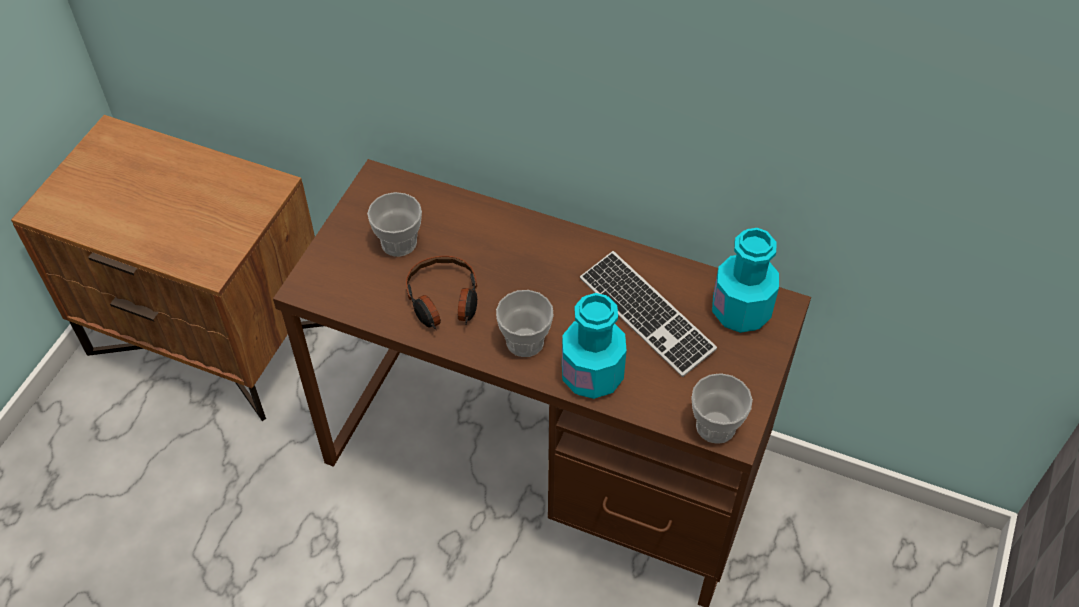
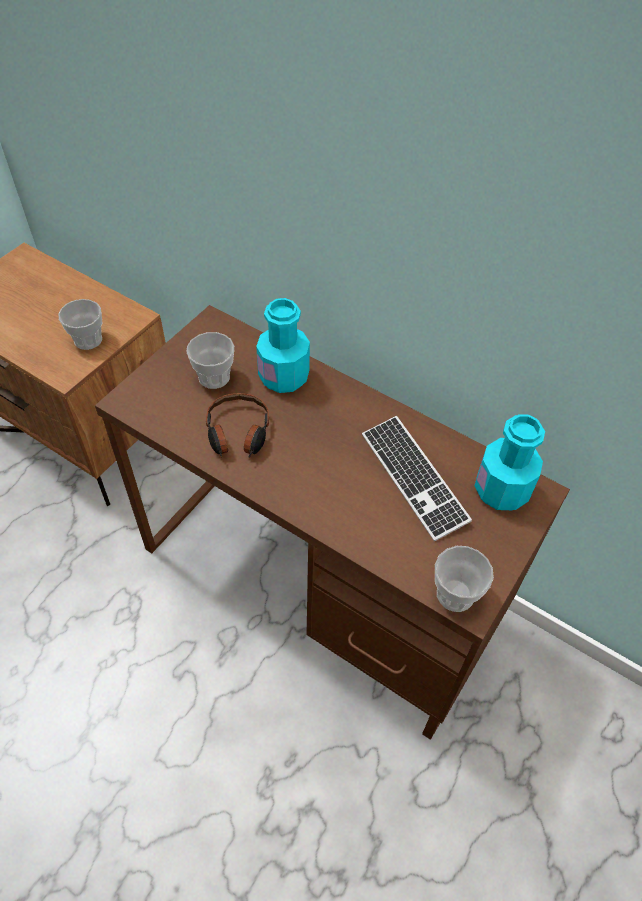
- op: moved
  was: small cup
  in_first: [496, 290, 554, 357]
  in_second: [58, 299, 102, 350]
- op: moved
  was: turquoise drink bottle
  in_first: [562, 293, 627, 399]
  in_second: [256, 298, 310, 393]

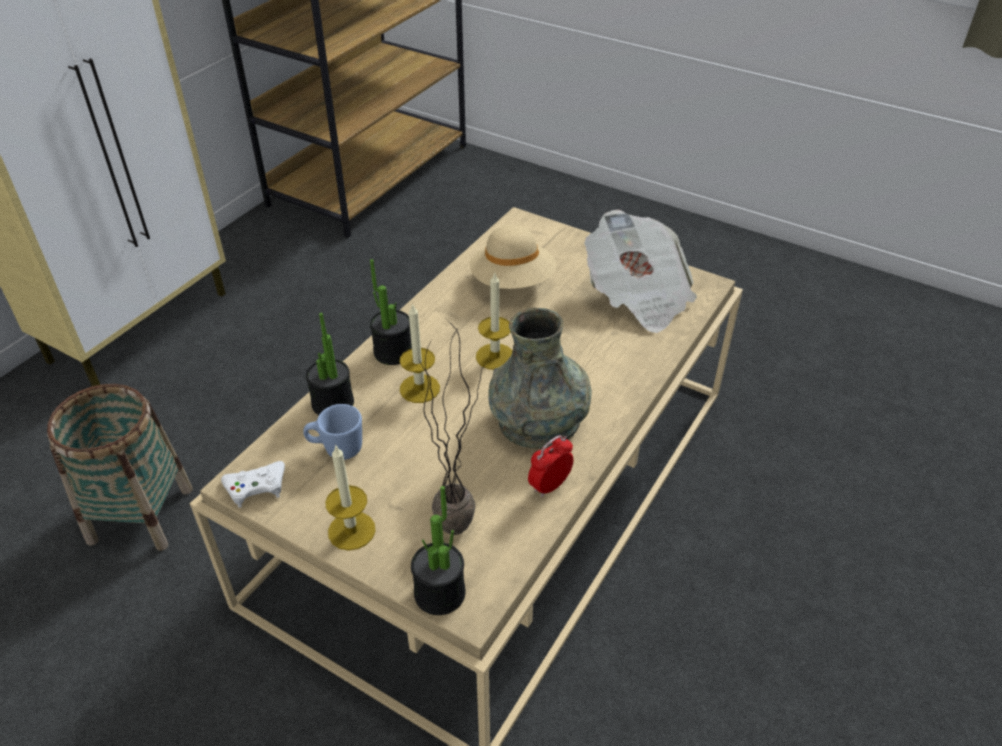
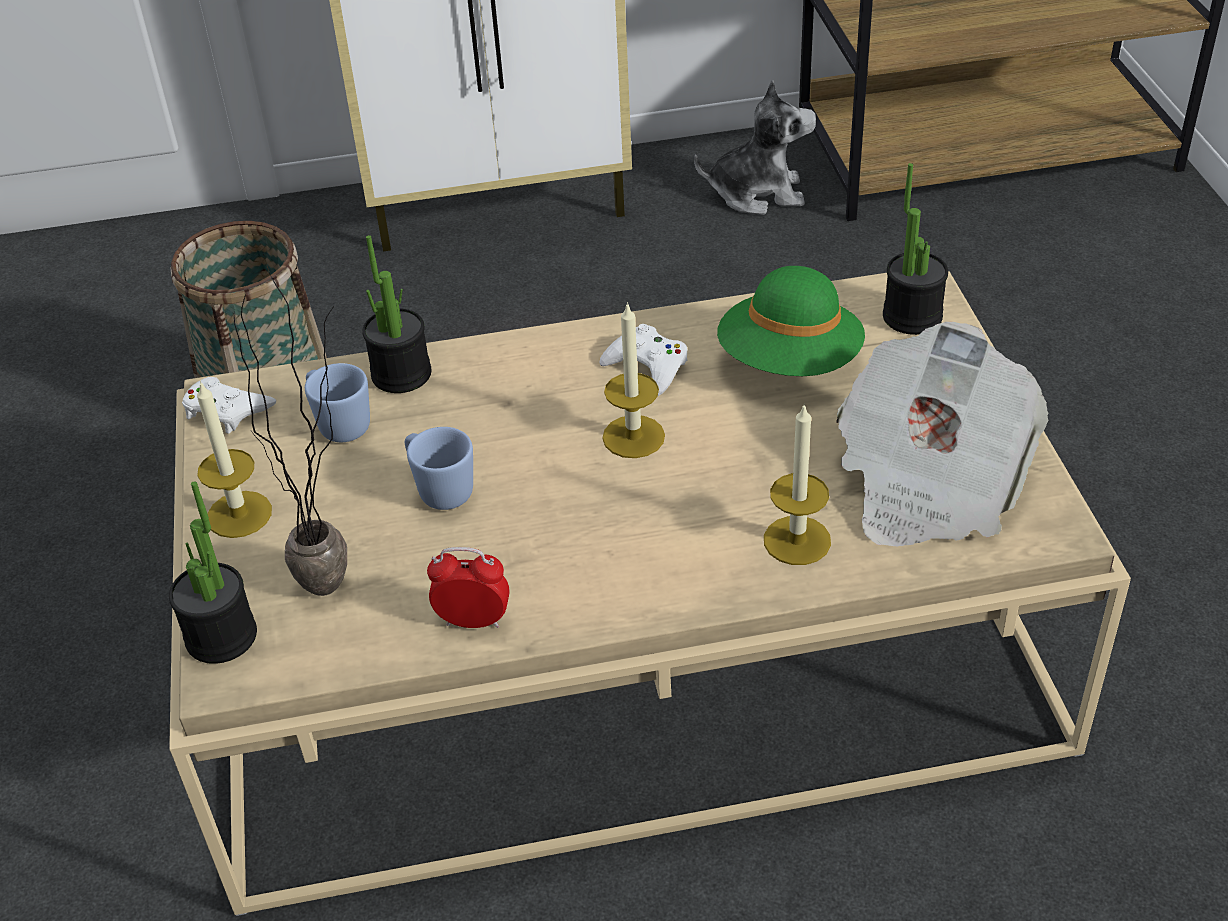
- op: removed
  was: gray flower vase
  in_first: [488, 308, 592, 449]
- op: added
  now: blue-coloured tea mug
  in_second: [405, 427, 473, 510]
- op: added
  now: white game controller
  in_second: [599, 324, 687, 396]
- op: added
  now: plush toy
  in_second: [694, 80, 817, 215]
- op: moved
  was: potted plant
  in_first: [370, 259, 412, 365]
  in_second: [883, 163, 948, 335]
- op: moved
  was: candle
  in_first: [400, 303, 440, 403]
  in_second: [764, 403, 831, 565]
- op: recoloured
  was: beige wearable hat
  now: greenish wearable hat
  in_first: [470, 225, 557, 289]
  in_second: [717, 266, 865, 376]

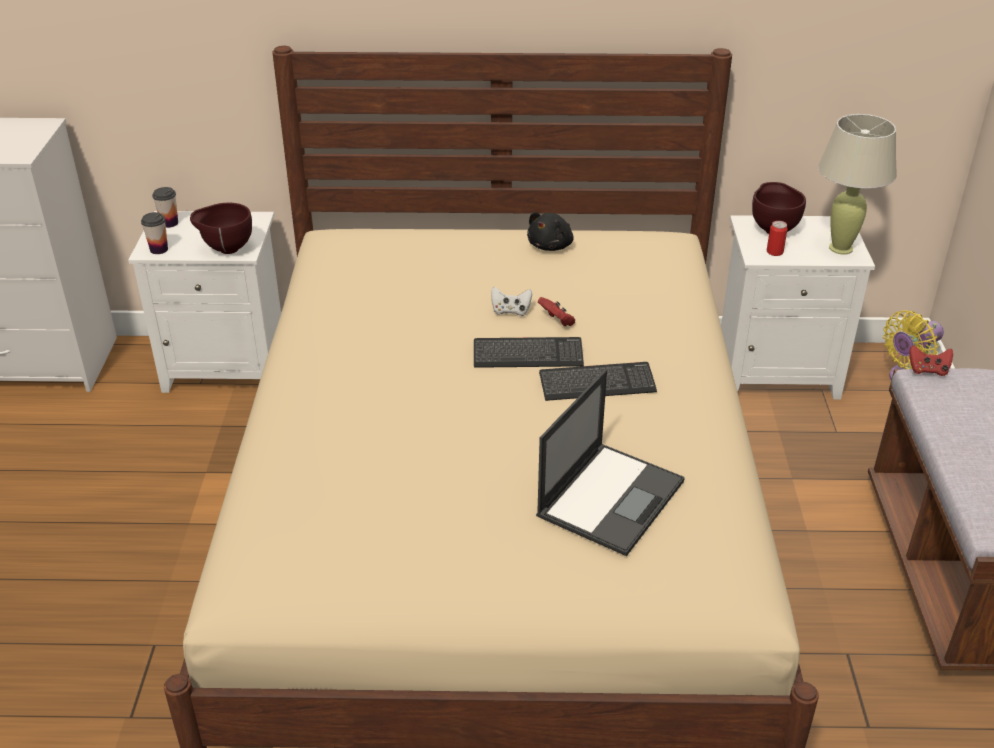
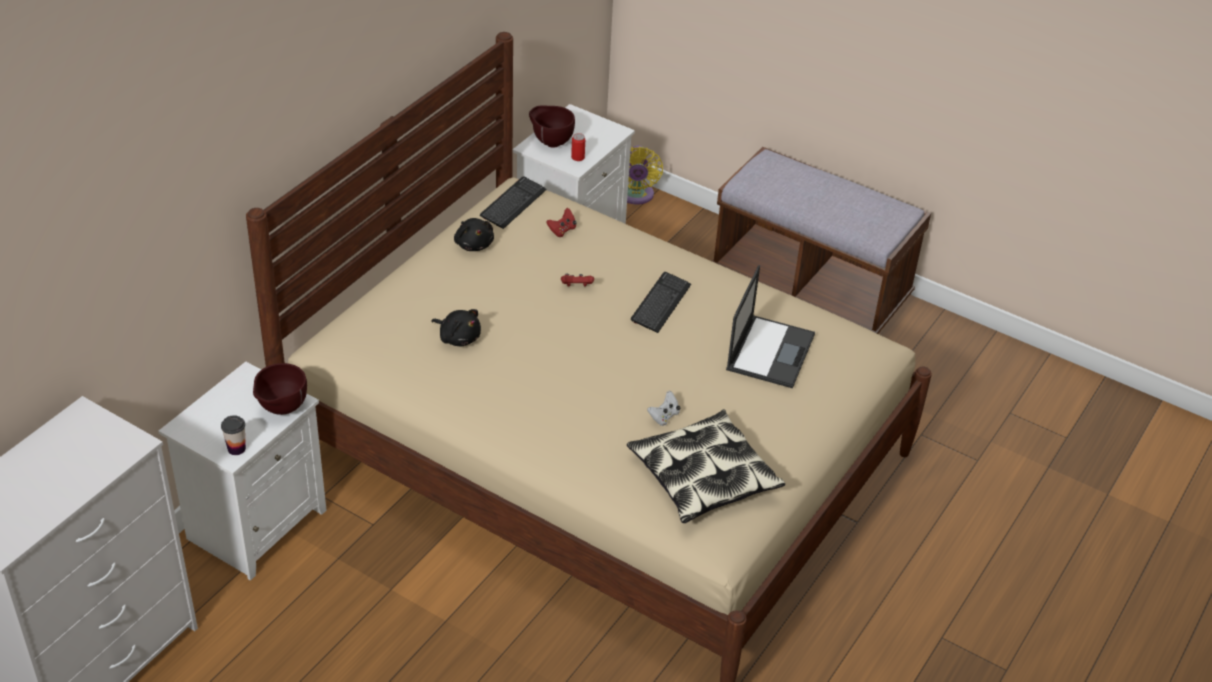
- op: removed
  was: small cup
  in_first: [152, 187, 178, 228]
- op: removed
  was: beige tabletop lamp
  in_first: [818, 114, 897, 254]
- op: added
  now: black-coloured plush toy
  in_second: [431, 309, 481, 347]
- op: added
  now: pillow
  in_second: [627, 409, 785, 523]
- op: moved
  was: computer keyboard
  in_first: [474, 337, 584, 368]
  in_second: [480, 176, 546, 229]
- op: moved
  was: white game controller
  in_first: [491, 287, 532, 316]
  in_second: [647, 391, 680, 426]
- op: moved
  was: reddish game controller
  in_first: [909, 345, 953, 376]
  in_second: [546, 208, 576, 237]
- op: turned
  was: portable computer
  in_first: [536, 370, 685, 556]
  in_second: [726, 265, 815, 388]
  clockwise: 45

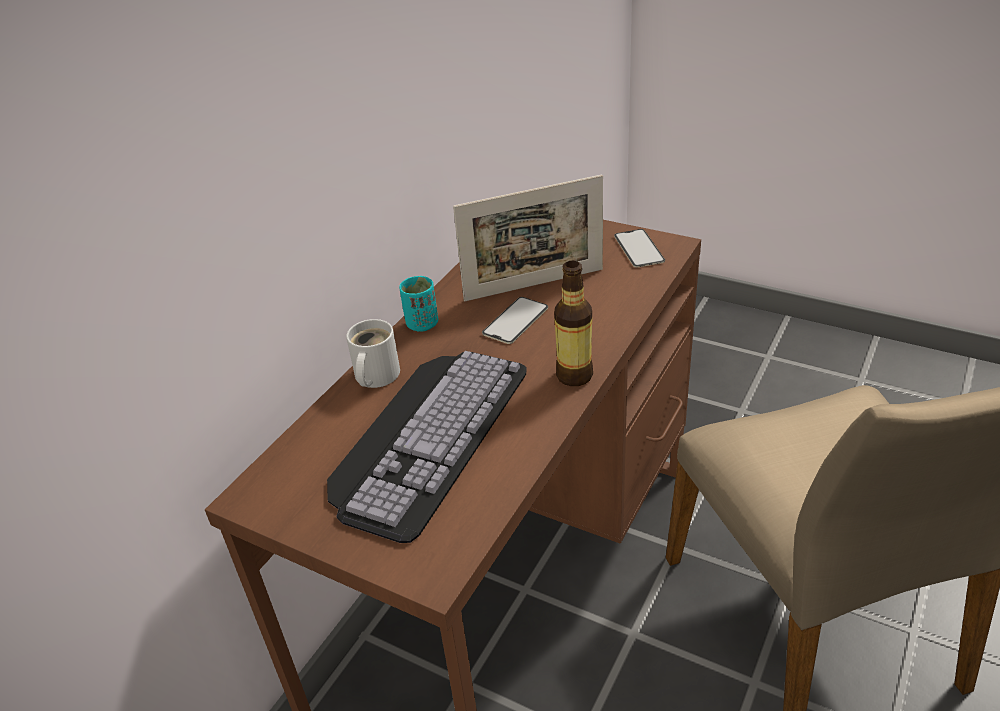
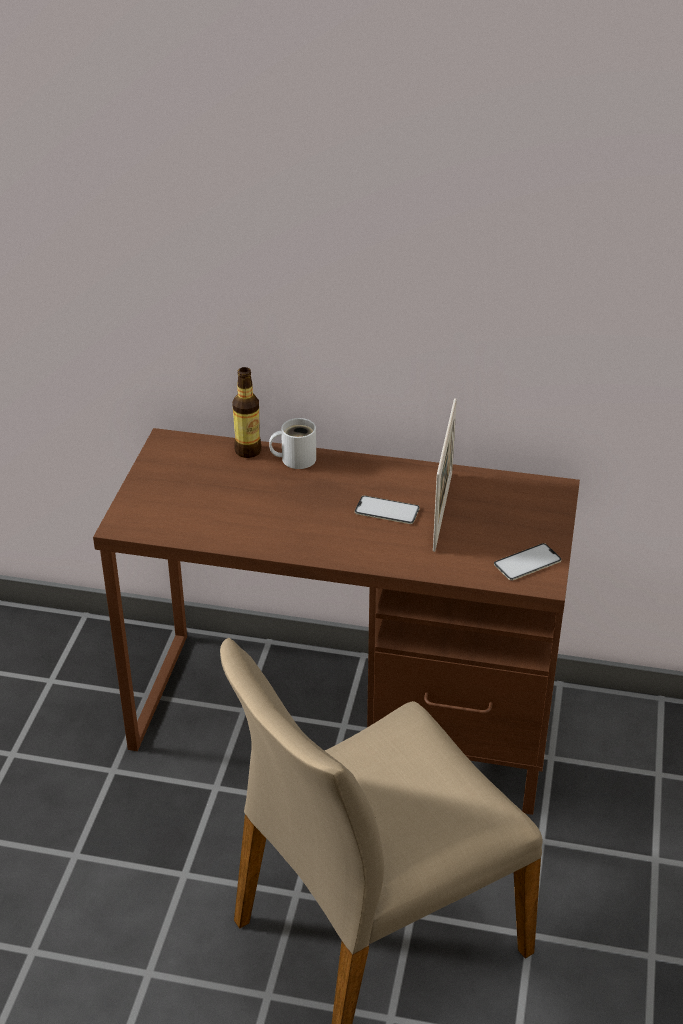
- op: removed
  was: computer keyboard
  in_first: [327, 351, 527, 543]
- op: removed
  was: turquoise small cup
  in_first: [399, 276, 438, 332]
- op: moved
  was: drink bottle
  in_first: [554, 261, 593, 386]
  in_second: [232, 367, 261, 458]
- op: turned
  was: standing frame
  in_first: [453, 174, 603, 301]
  in_second: [433, 398, 457, 552]
  clockwise: -135

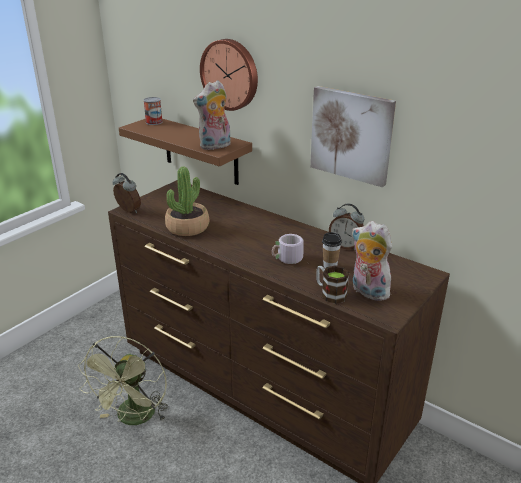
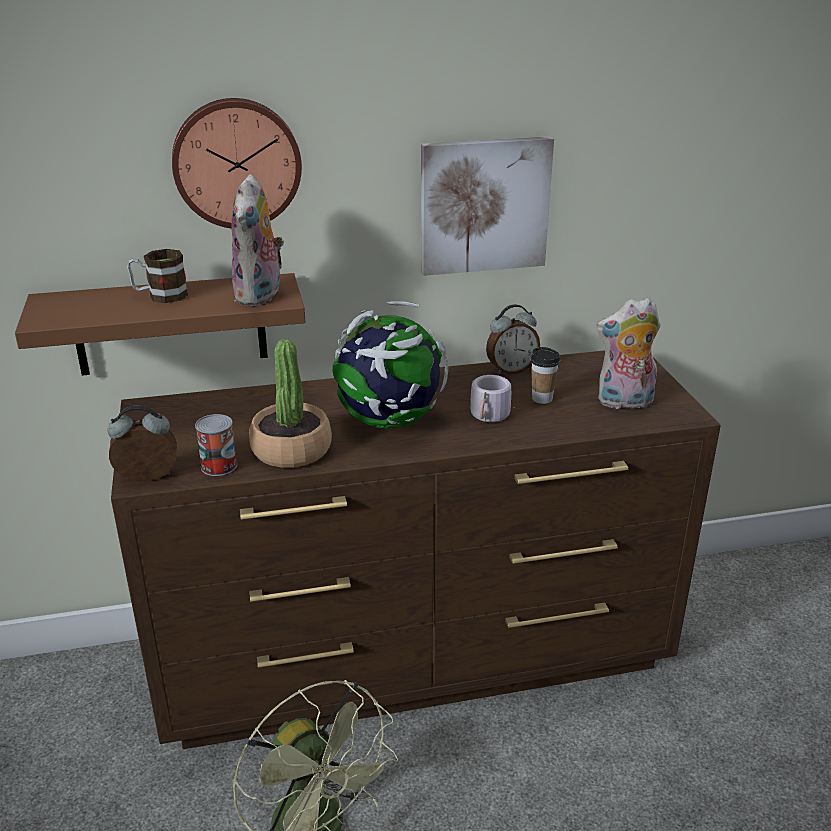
- op: added
  now: desk globe
  in_second: [332, 301, 448, 429]
- op: moved
  was: can
  in_first: [143, 97, 163, 125]
  in_second: [195, 414, 237, 476]
- op: moved
  was: tea mug
  in_first: [316, 265, 349, 304]
  in_second: [127, 249, 188, 303]

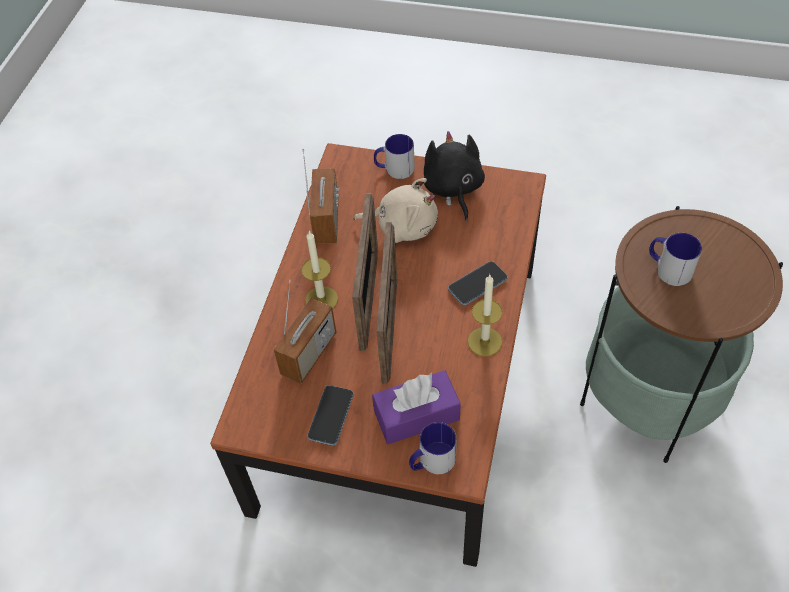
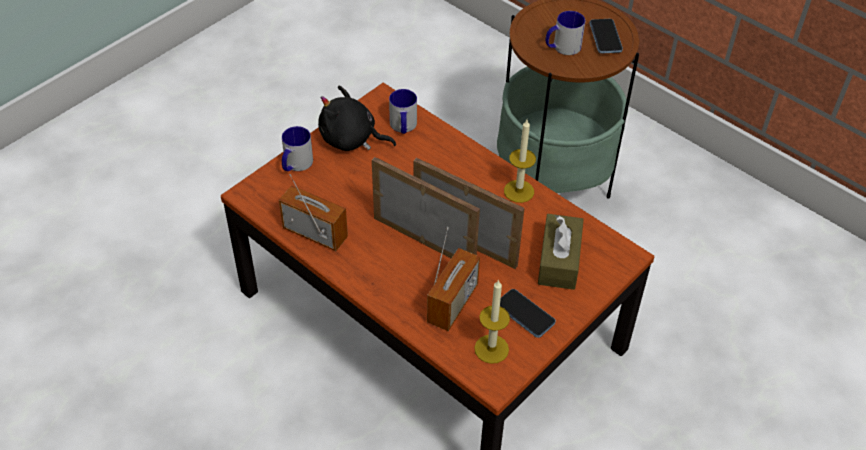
- op: removed
  was: beige plush toy
  in_first: [354, 178, 438, 243]
- op: moved
  was: candle
  in_first: [301, 231, 338, 309]
  in_second: [474, 279, 510, 364]
- op: moved
  was: tea mug
  in_first: [409, 422, 457, 474]
  in_second: [389, 89, 417, 134]
- op: moved
  was: telephone
  in_first: [448, 261, 508, 305]
  in_second: [590, 19, 623, 54]
- op: recoloured
  was: purplish tissue holder
  now: brownish tissue holder
  in_first: [372, 370, 461, 444]
  in_second: [538, 214, 584, 290]
- op: turned
  was: radio set
  in_first: [274, 280, 336, 384]
  in_second: [427, 227, 480, 331]
  clockwise: 60

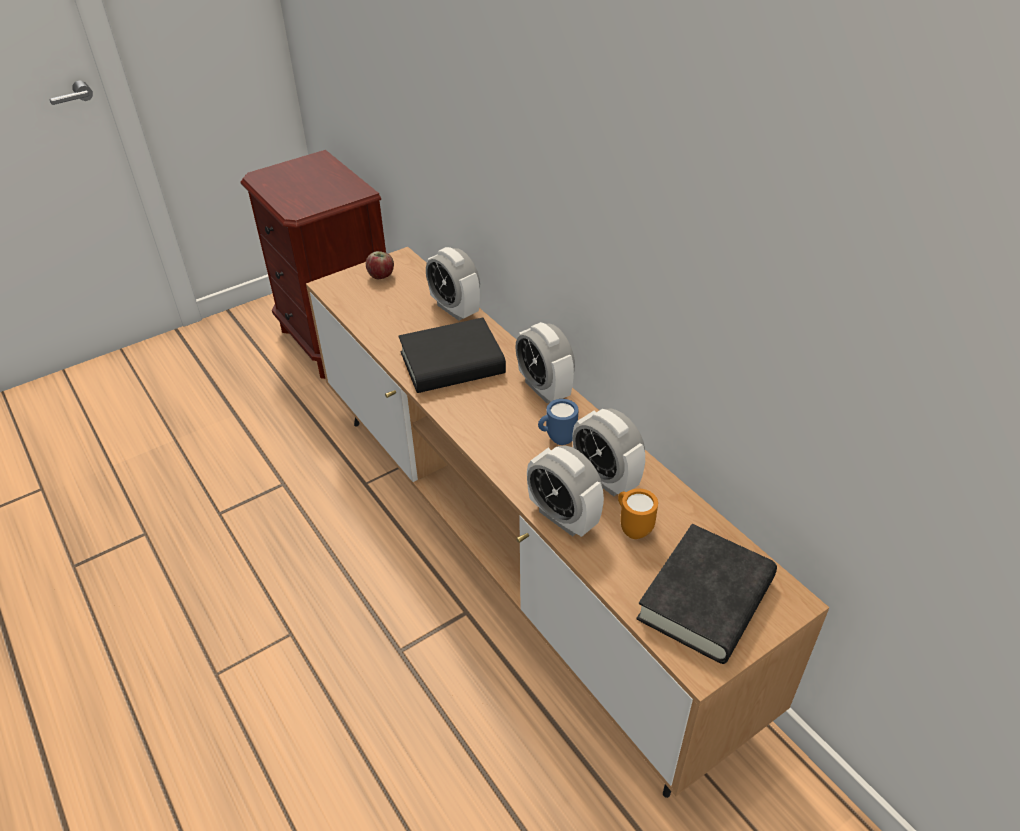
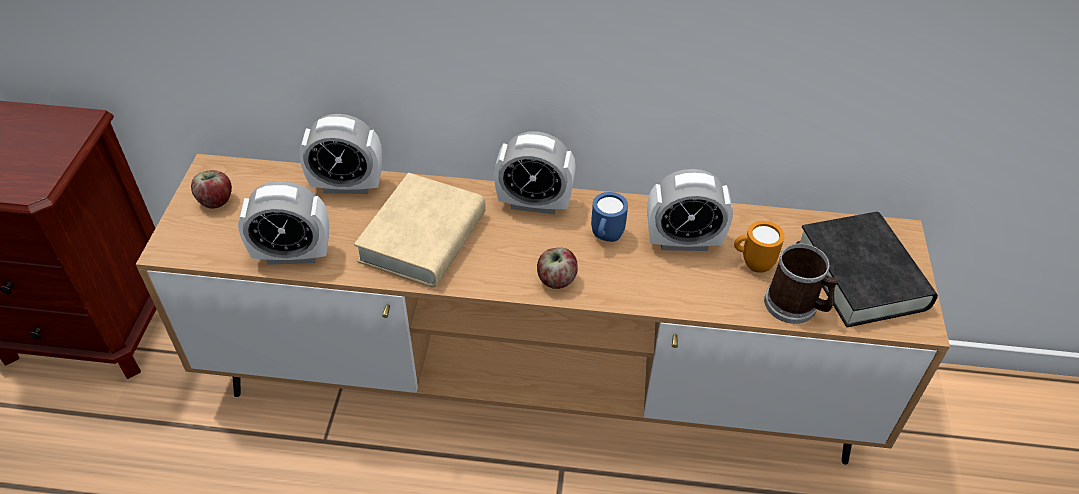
- op: added
  now: apple
  in_second: [537, 248, 578, 289]
- op: added
  now: tea mug
  in_second: [764, 243, 840, 324]
- op: moved
  was: table clock
  in_first: [527, 445, 604, 537]
  in_second: [238, 181, 329, 265]
- op: recoloured
  was: black-coloured book
  now: beige book
  in_first: [398, 318, 506, 393]
  in_second: [354, 173, 486, 288]

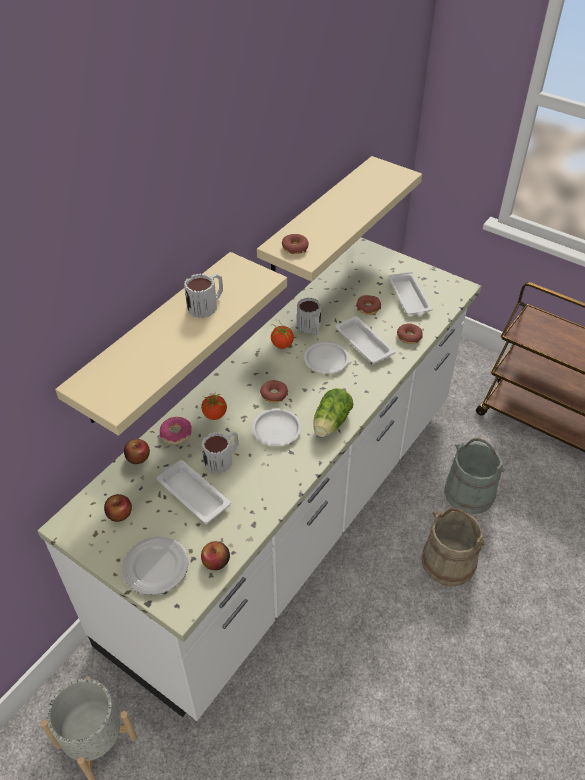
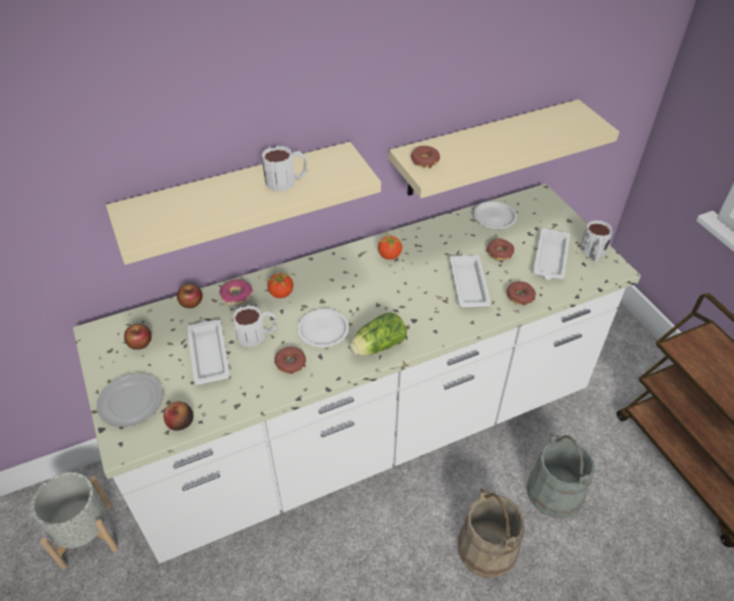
- op: moved
  was: ring doughnut
  in_first: [260, 380, 288, 403]
  in_second: [274, 347, 306, 374]
- op: moved
  was: tea mug
  in_first: [297, 297, 321, 336]
  in_second: [580, 220, 612, 262]
- op: moved
  was: white plate
  in_first: [304, 342, 349, 373]
  in_second: [473, 201, 517, 229]

